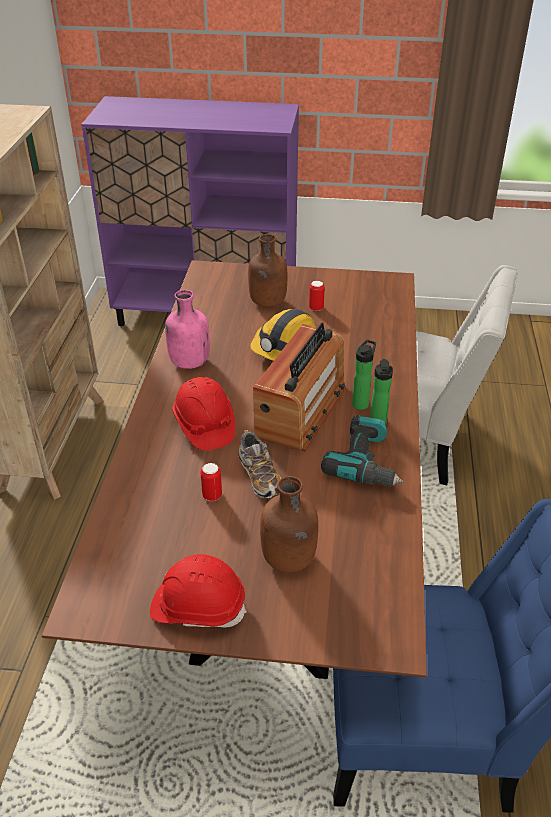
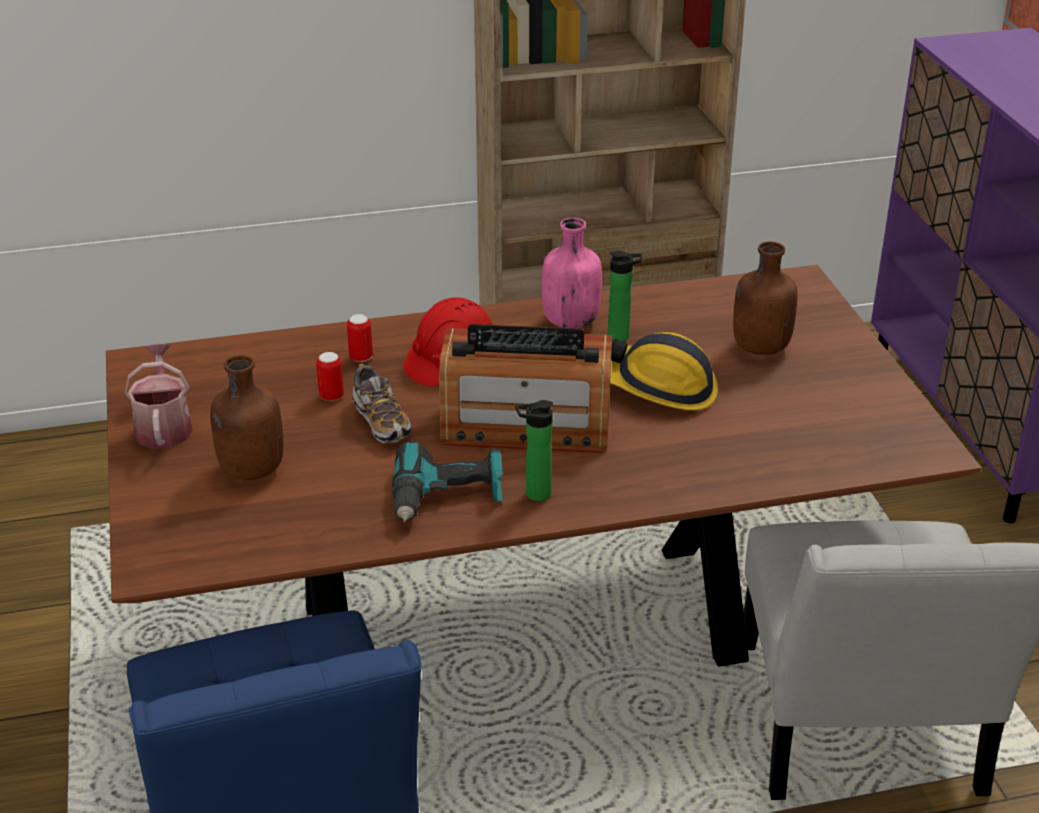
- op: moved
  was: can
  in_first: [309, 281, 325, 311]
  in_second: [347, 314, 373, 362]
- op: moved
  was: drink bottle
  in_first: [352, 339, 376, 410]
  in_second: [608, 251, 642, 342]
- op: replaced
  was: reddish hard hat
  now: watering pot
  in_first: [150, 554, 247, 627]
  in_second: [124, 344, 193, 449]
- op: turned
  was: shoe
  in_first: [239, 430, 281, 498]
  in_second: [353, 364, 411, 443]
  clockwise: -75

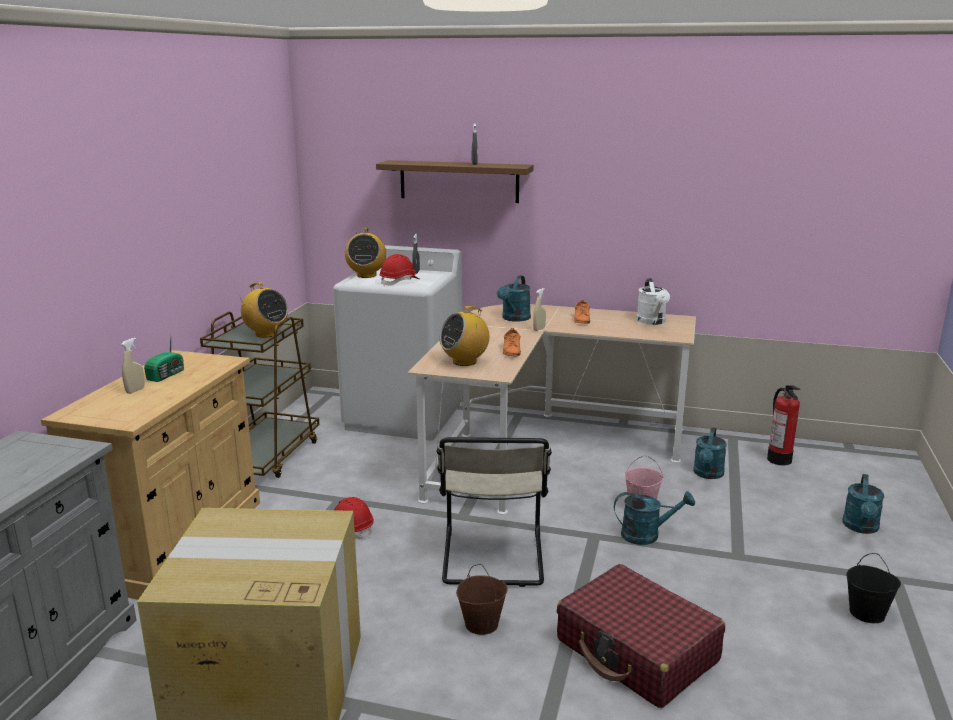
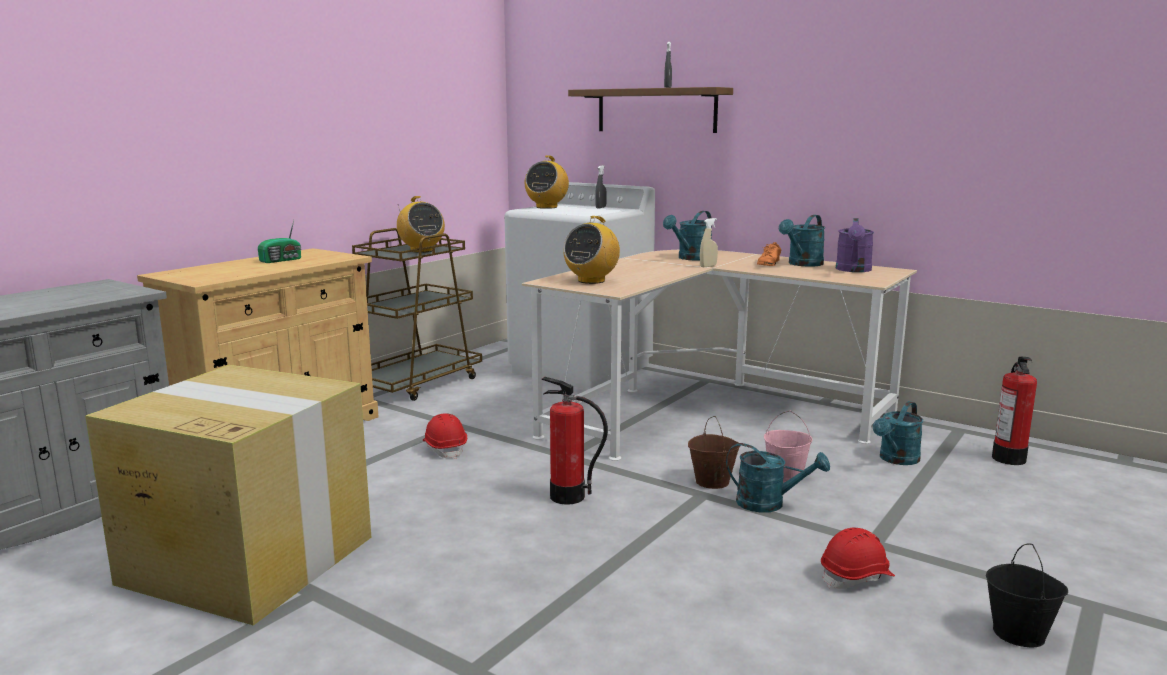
- op: removed
  was: beige hand sprayer
  in_first: [121, 338, 145, 394]
- op: removed
  was: orange-coloured shoe
  in_first: [503, 328, 521, 356]
- op: removed
  was: reddish suitcase
  in_first: [557, 564, 725, 708]
- op: moved
  was: reddish hard hat
  in_first: [379, 254, 419, 287]
  in_second: [821, 528, 895, 589]
- op: moved
  was: brownish bucket
  in_first: [456, 564, 508, 635]
  in_second: [688, 416, 740, 489]
- op: moved
  was: turquoise watering pot
  in_first: [842, 474, 884, 534]
  in_second: [779, 215, 825, 267]
- op: replaced
  was: beige upright chair
  now: extinguisher
  in_first: [436, 437, 552, 587]
  in_second: [541, 377, 608, 505]
- op: recoloured
  was: white watering pot
  now: purplish watering pot
  in_first: [636, 278, 670, 325]
  in_second: [836, 218, 874, 272]
- op: turned
  was: radio set
  in_first: [439, 306, 489, 366]
  in_second: [563, 216, 620, 284]
  clockwise: -45

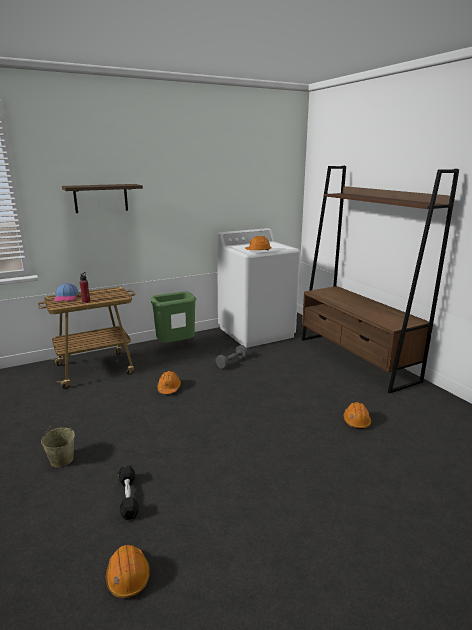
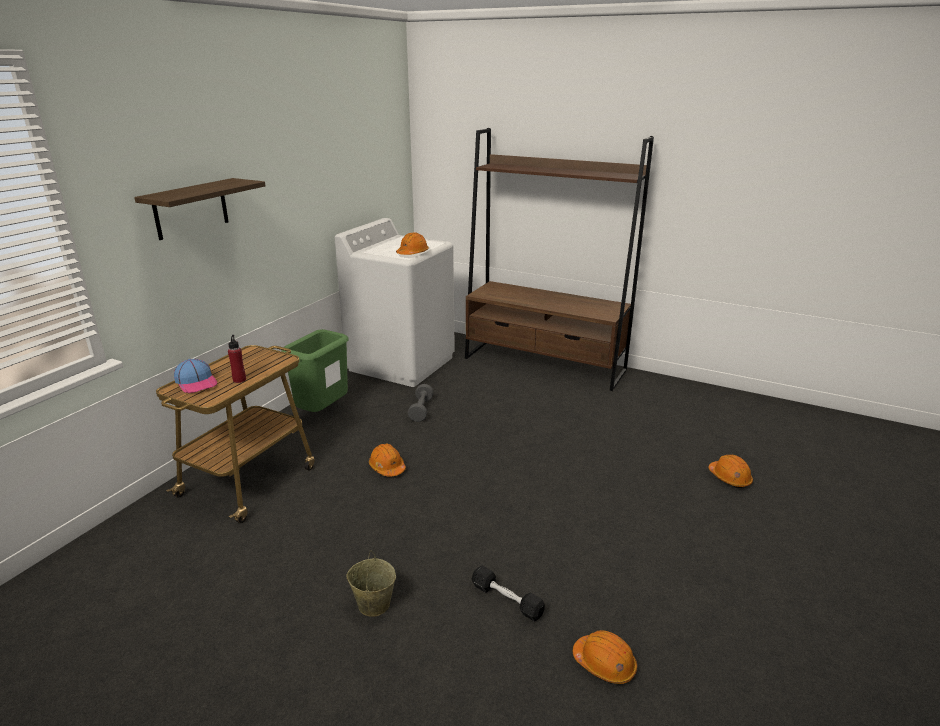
- op: moved
  was: orange-coloured hard hat
  in_first: [343, 402, 371, 429]
  in_second: [708, 455, 753, 488]

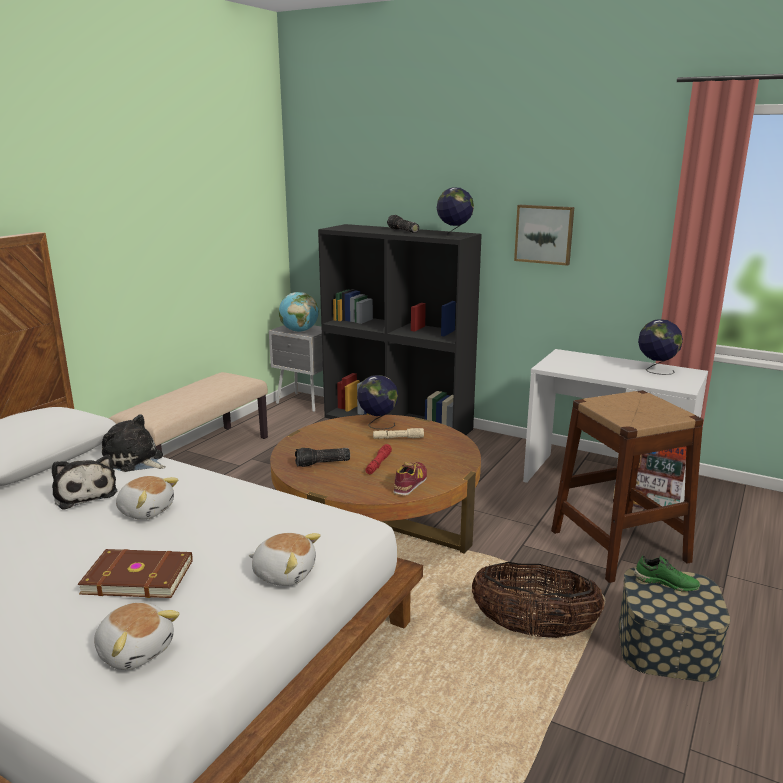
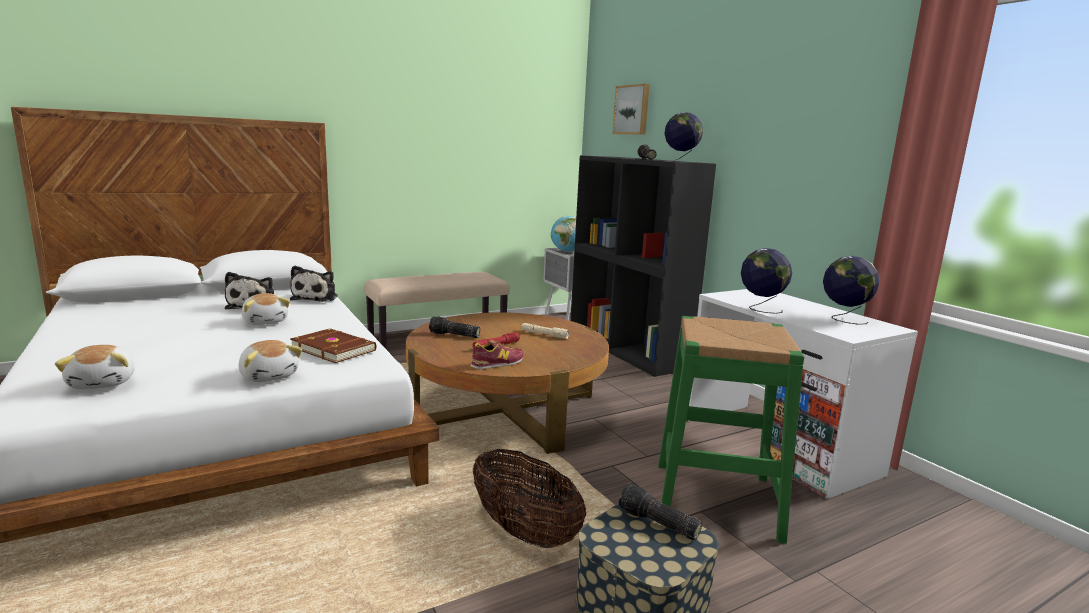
- op: moved
  was: brownish book
  in_first: [77, 549, 193, 598]
  in_second: [290, 328, 376, 363]
- op: moved
  was: desk globe
  in_first: [357, 375, 398, 429]
  in_second: [741, 248, 792, 314]
- op: moved
  was: picture
  in_first: [514, 205, 574, 266]
  in_second: [612, 84, 650, 135]
- op: replaced
  was: greenish shoe
  now: flashlight
  in_first: [634, 555, 701, 592]
  in_second: [619, 484, 702, 540]
- op: recoloured
  was: brownish stool
  now: greenish stool
  in_first: [551, 390, 703, 583]
  in_second: [658, 316, 804, 544]
- op: turned
  was: plush toy
  in_first: [102, 414, 166, 472]
  in_second: [290, 266, 338, 302]
  clockwise: -150

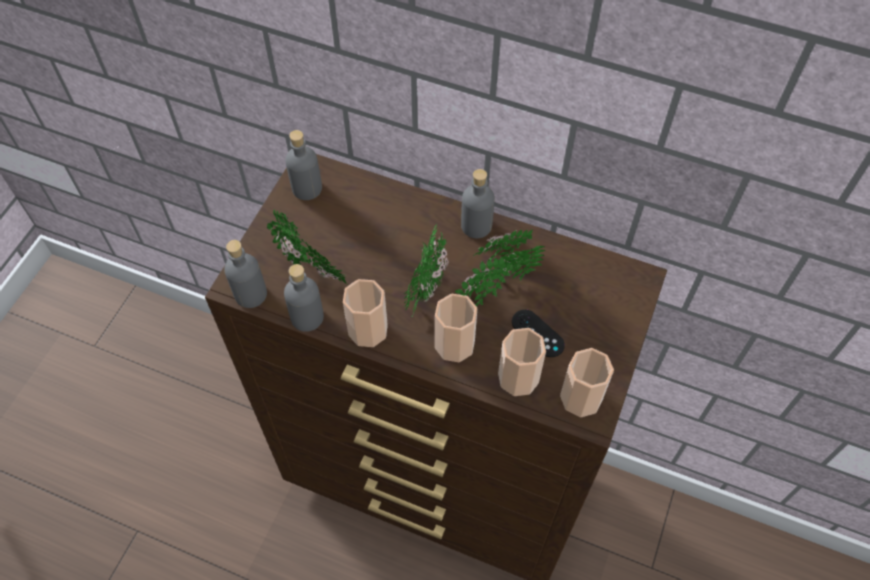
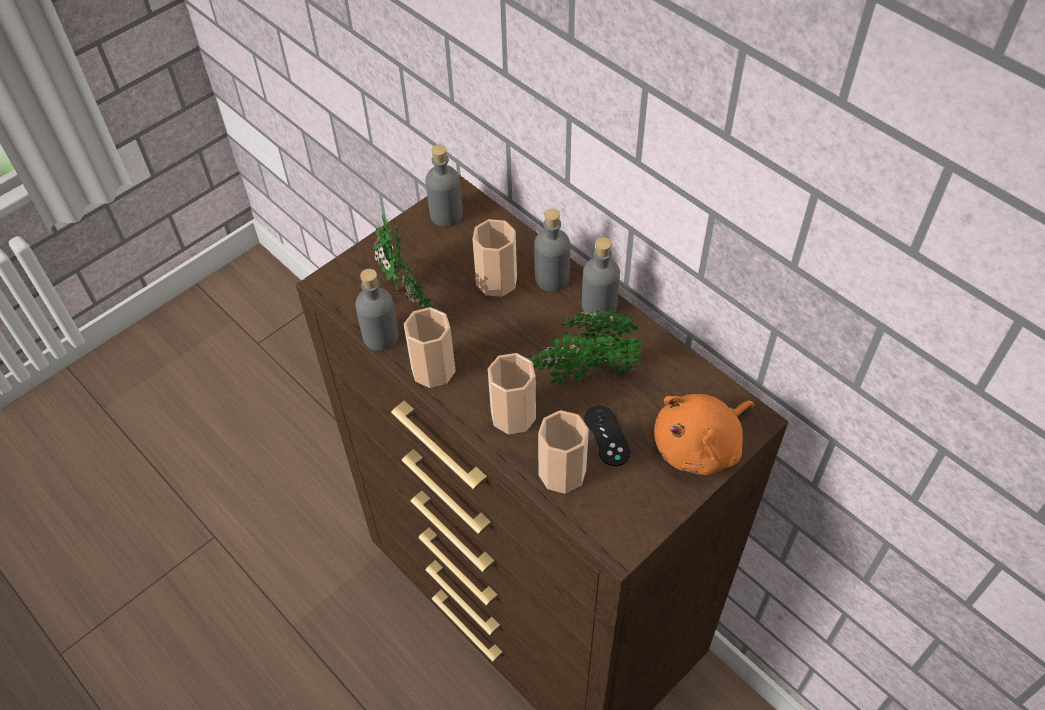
- op: removed
  was: potted plant
  in_first: [404, 222, 449, 316]
- op: added
  now: orange-coloured plush toy
  in_second: [654, 394, 754, 475]
- op: moved
  was: gray drink bottle
  in_first: [224, 240, 267, 308]
  in_second: [534, 209, 570, 292]
- op: moved
  was: small cup
  in_first: [560, 348, 614, 417]
  in_second: [472, 219, 517, 297]

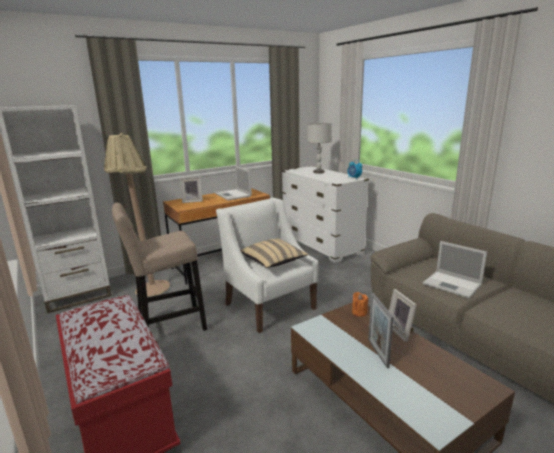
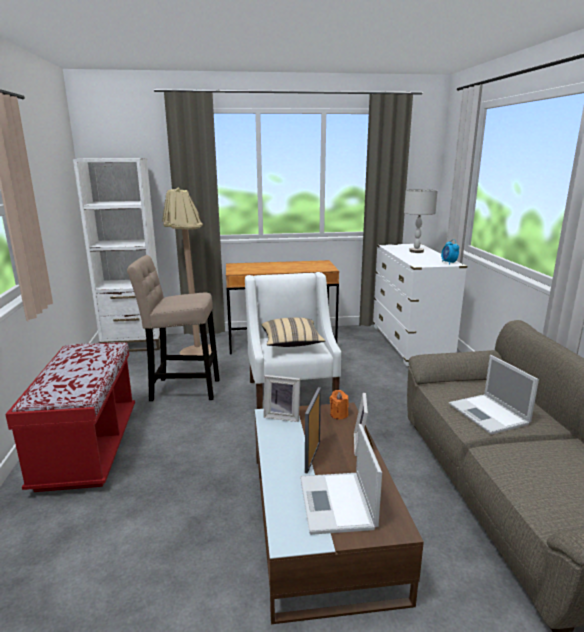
- op: moved
  was: standing frame
  in_first: [180, 177, 203, 203]
  in_second: [263, 375, 300, 422]
- op: moved
  was: portable computer
  in_first: [215, 166, 252, 201]
  in_second: [300, 424, 382, 535]

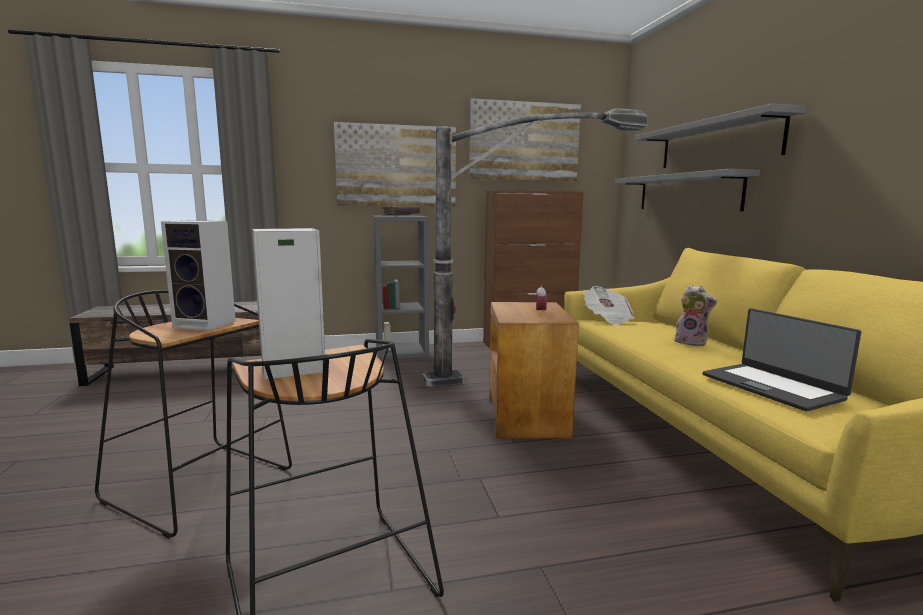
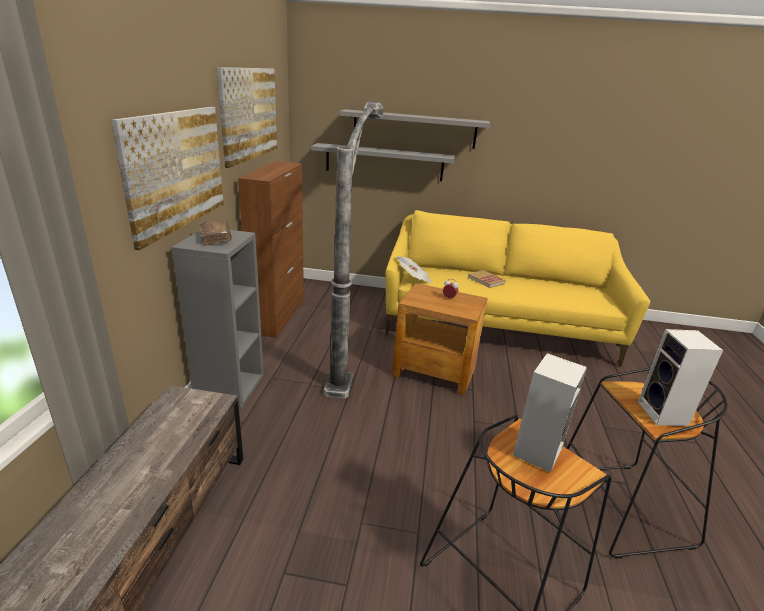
- op: removed
  was: portable computer
  in_first: [703, 308, 861, 411]
- op: replaced
  was: plush toy
  now: book
  in_first: [674, 285, 717, 346]
  in_second: [468, 270, 506, 288]

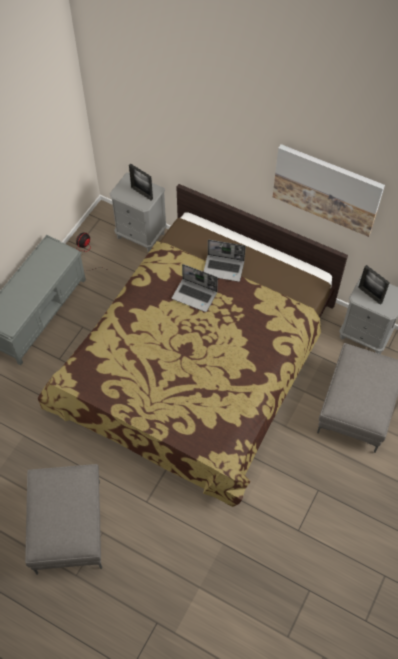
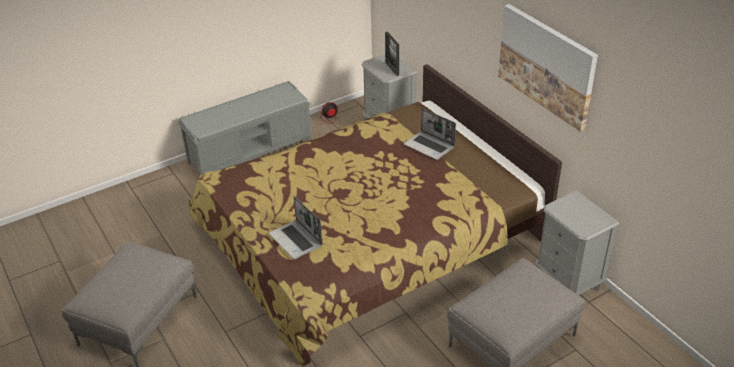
- op: removed
  was: standing frame
  in_first: [358, 265, 390, 305]
- op: moved
  was: portable computer
  in_first: [172, 264, 218, 312]
  in_second: [269, 196, 323, 259]

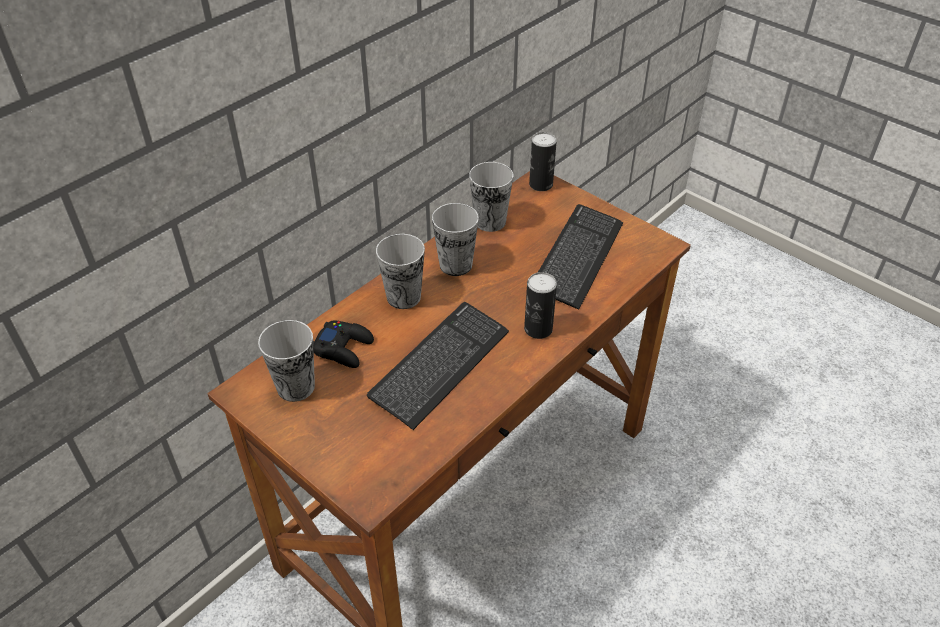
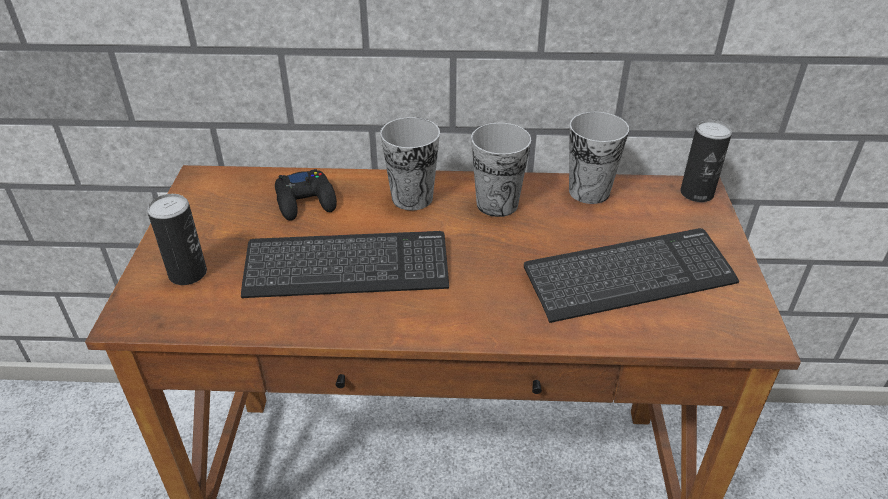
- op: removed
  was: small cup
  in_first: [258, 320, 315, 402]
- op: moved
  was: can
  in_first: [524, 272, 557, 339]
  in_second: [147, 194, 207, 285]

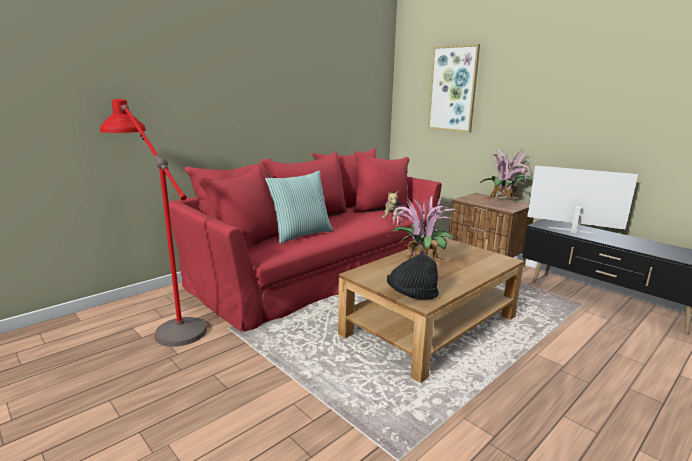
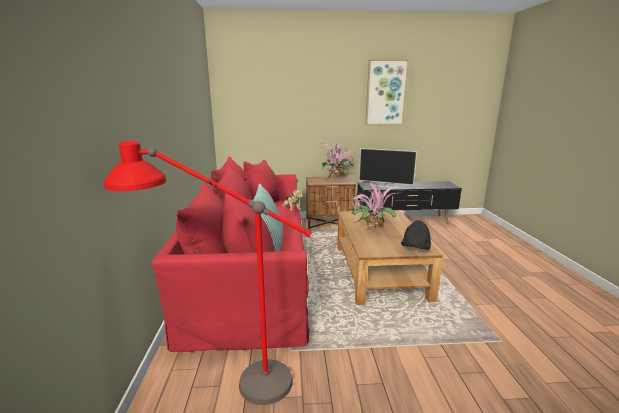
- op: moved
  was: picture
  in_first: [428, 44, 480, 133]
  in_second: [365, 59, 409, 125]
- op: turned
  was: TV
  in_first: [527, 166, 638, 235]
  in_second: [359, 148, 417, 188]
  clockwise: -135

